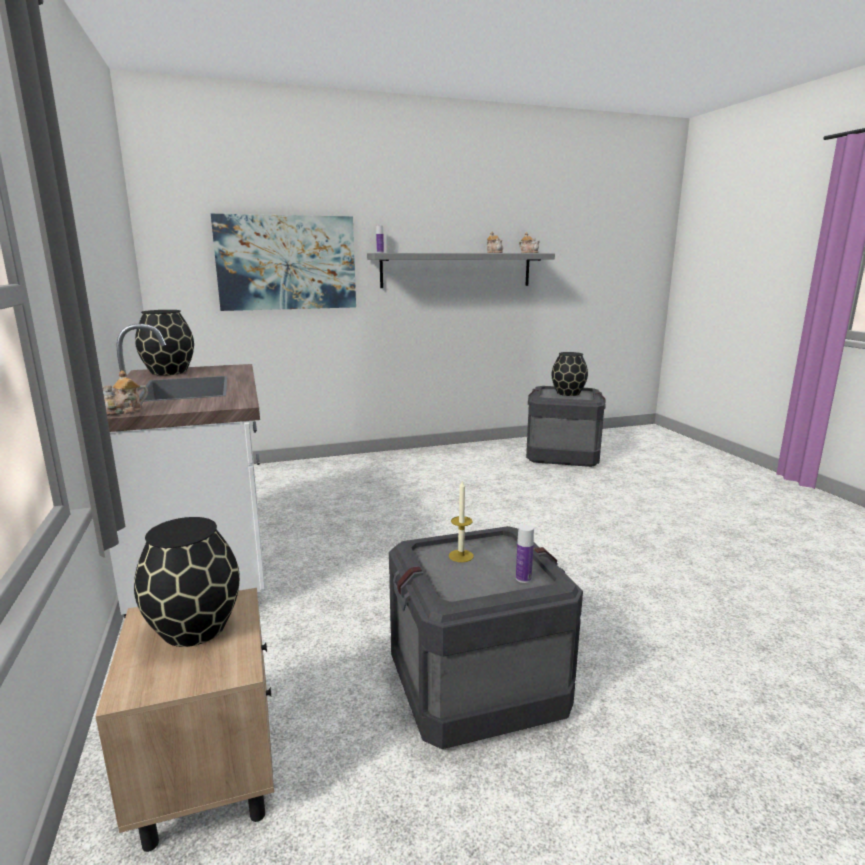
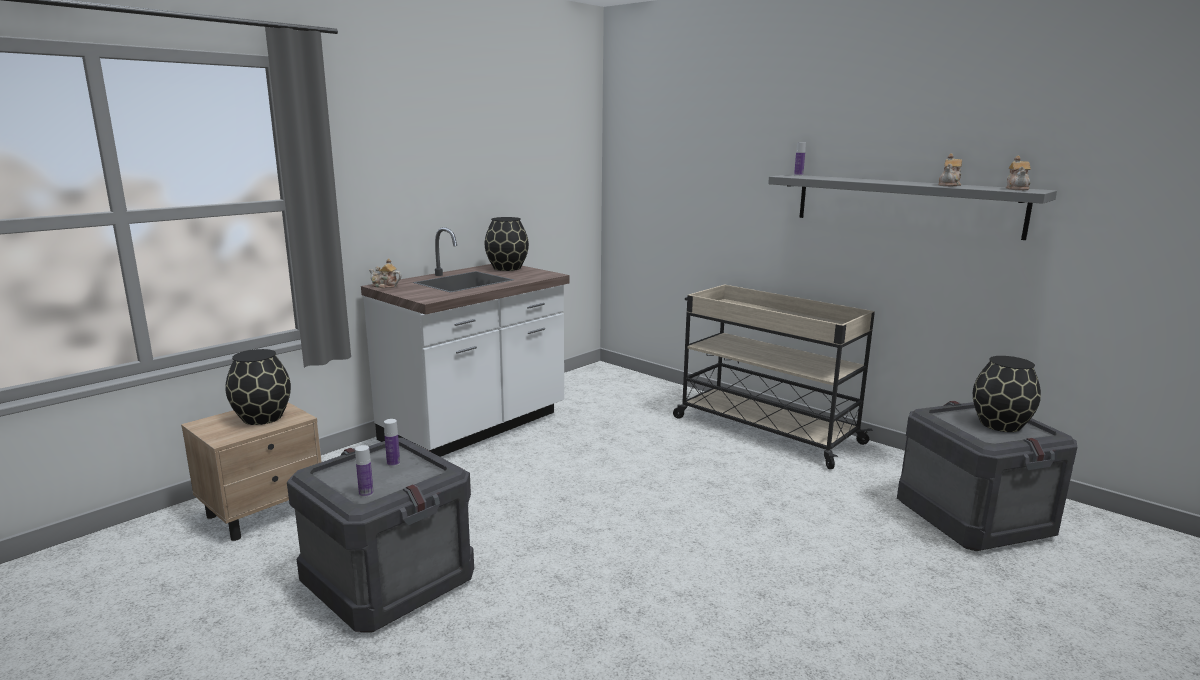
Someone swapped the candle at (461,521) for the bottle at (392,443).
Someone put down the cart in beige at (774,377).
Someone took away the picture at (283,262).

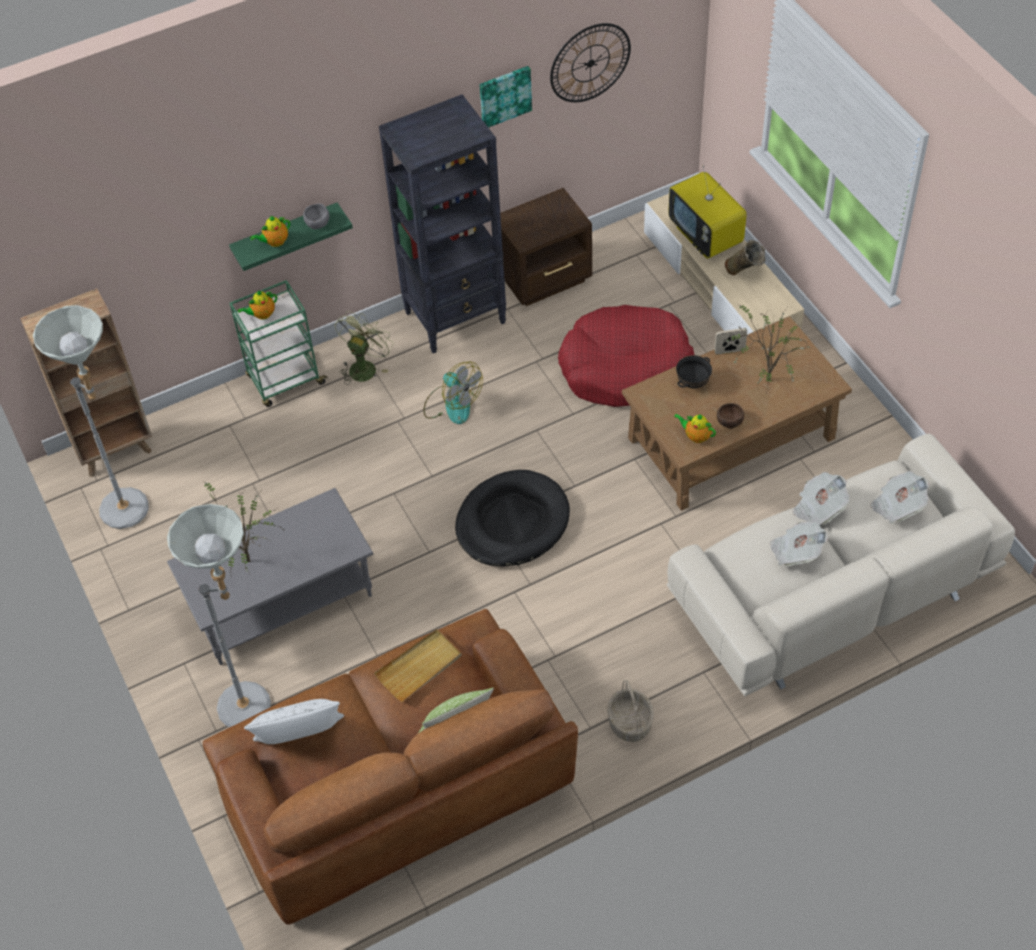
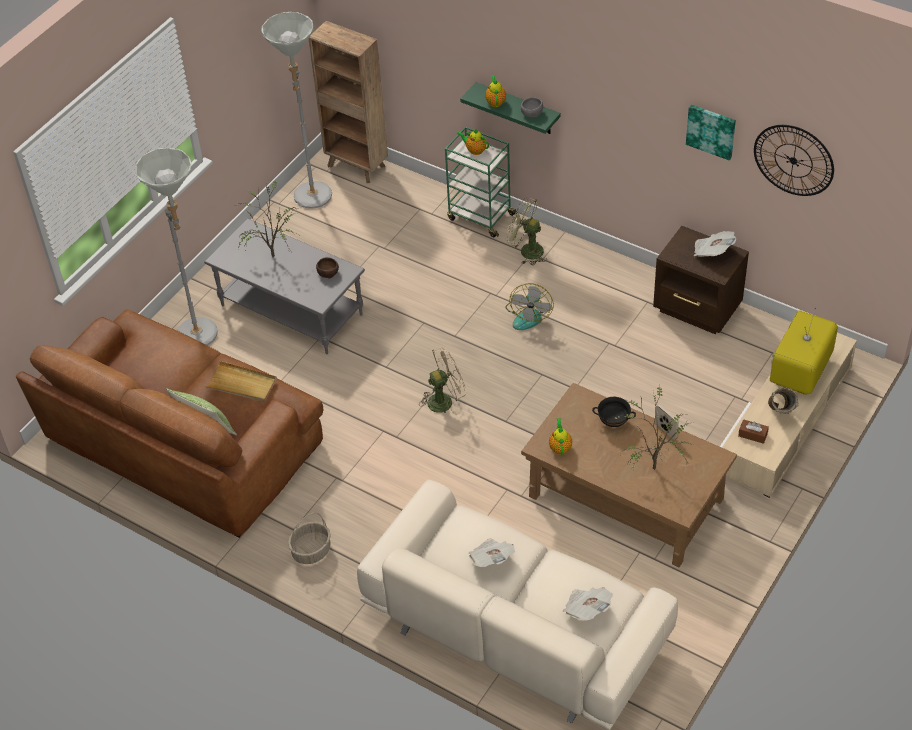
Someone carried the bowl in brown from (730,416) to (327,268).
Someone swapped the dog bed in black at (512,518) for the fan in beige at (443,381).
Someone rotated the teapot at (270,231) by 60 degrees clockwise.
Someone rotated the fan in green at (364,348) by 150 degrees counterclockwise.
Someone carried the newspaper from (821,498) to (715,244).
Someone put down the tissue box in brown at (753,431).
Someone took away the pillow in white at (294,721).
Someone took away the bookcase in black at (442,223).
Someone took away the dog bed in red at (626,356).

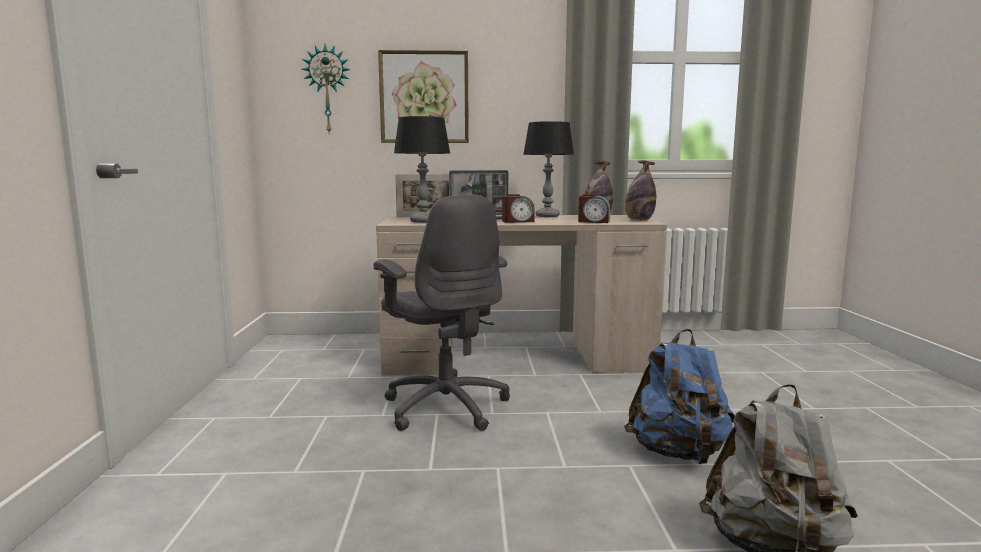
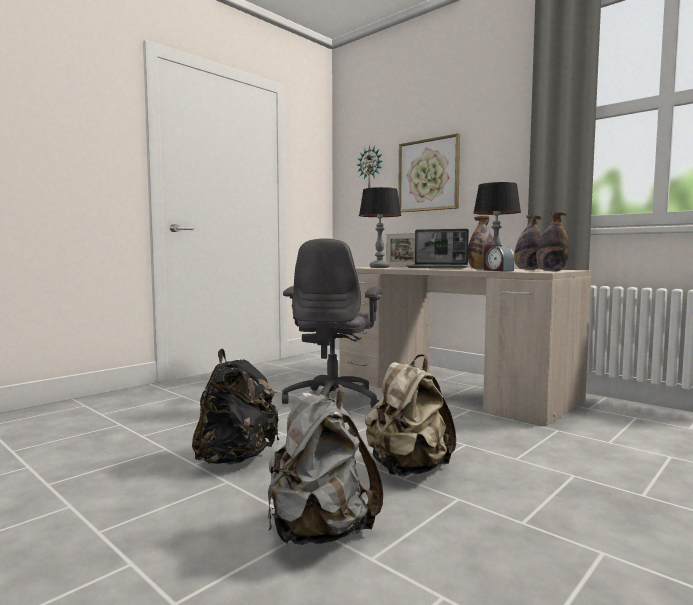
Someone put down the backpack in black at (235,407).
Someone repainted the backpack in blue at (679,396), which became the backpack in beige at (410,415).
Someone put down the bottle at (481,243).
Someone took away the alarm clock at (518,208).

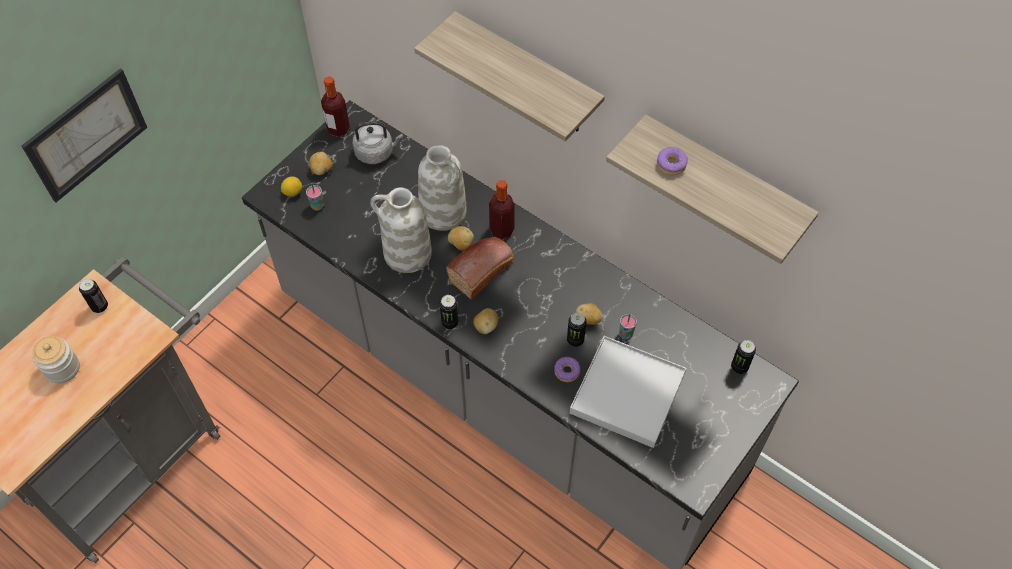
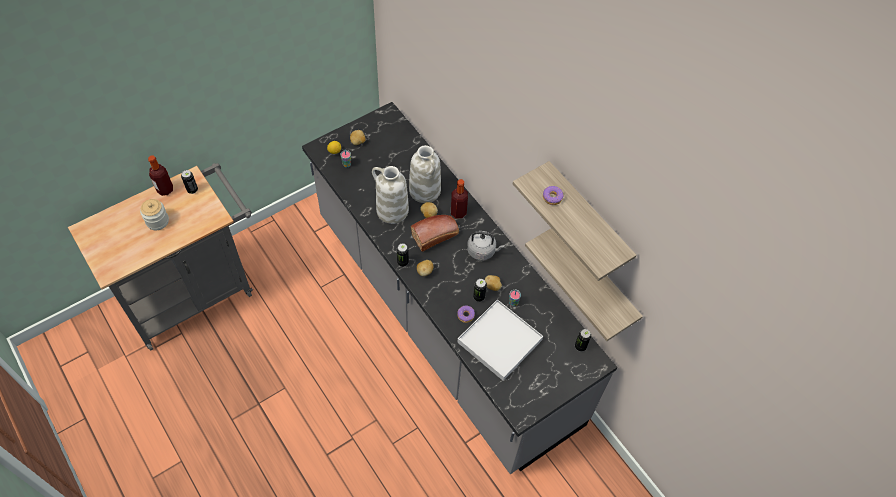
Someone carried the bottle from (335,106) to (160,175).
Someone carried the kettle in grey from (377,142) to (486,245).
Someone carried the shelf from (509,76) to (584,284).
Someone took away the picture at (84,135).

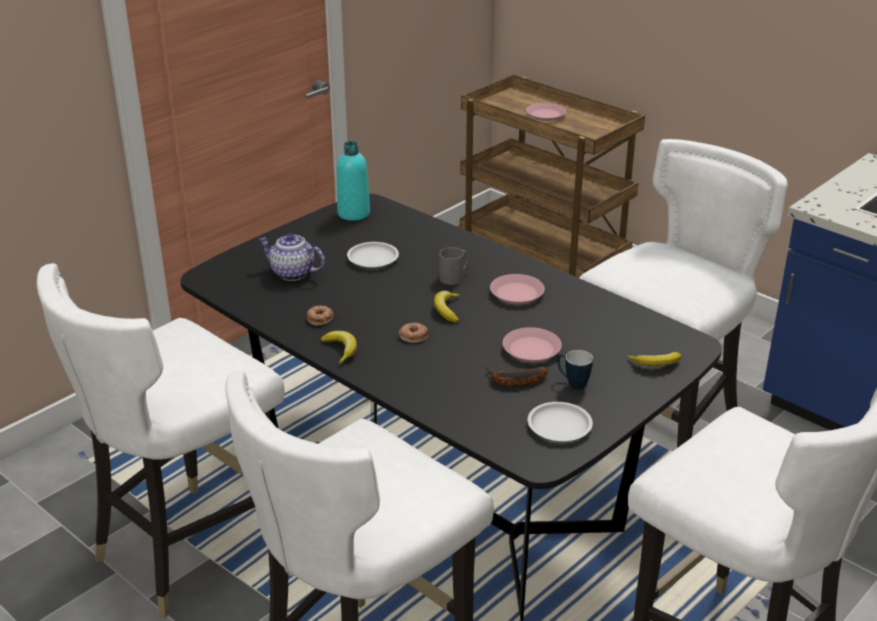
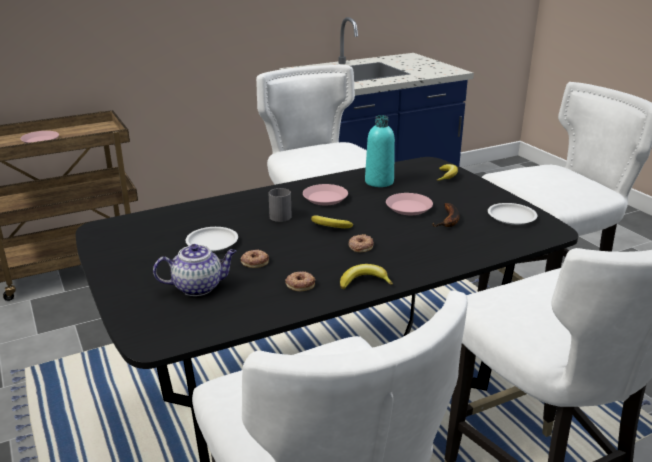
Someone rotated the teapot at (291,257) by 150 degrees counterclockwise.
Someone put down the donut at (254,258).
Someone carried the bottle in turquoise from (353,181) to (380,151).
Someone took away the mug at (575,370).

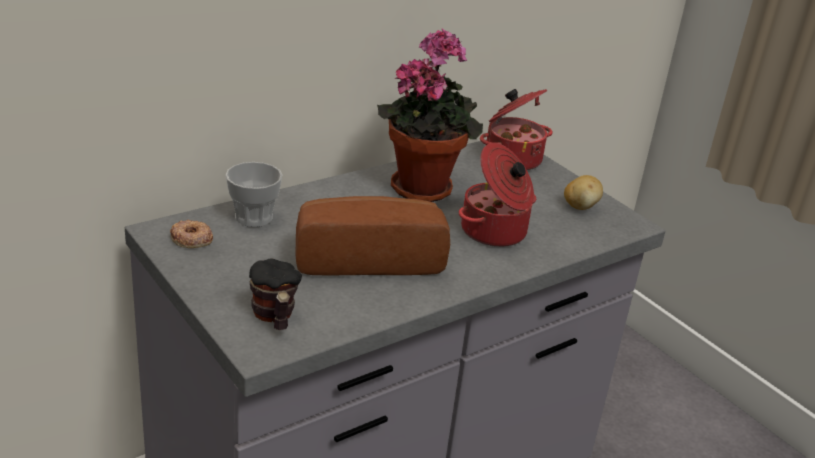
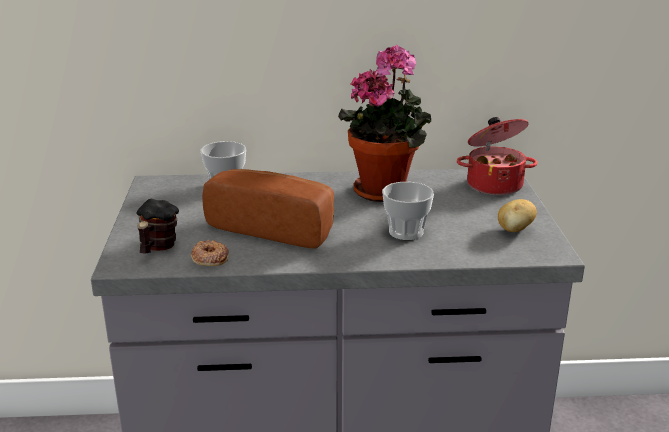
Someone carried the donut from (191,234) to (210,253).
Someone swapped the cooking pot at (497,195) for the cup at (408,211).

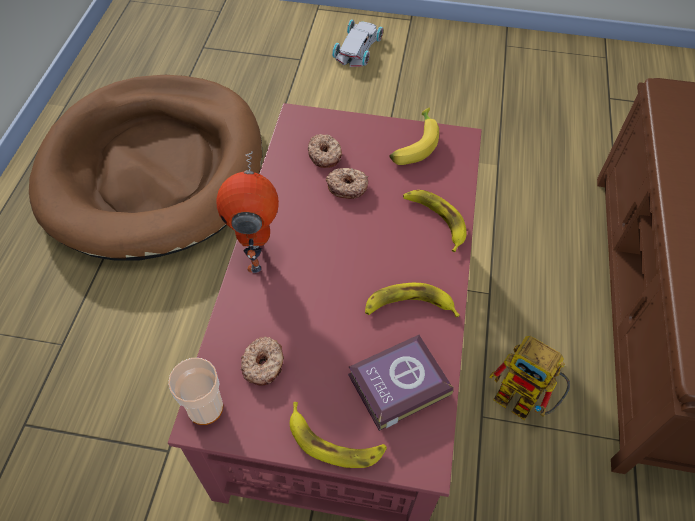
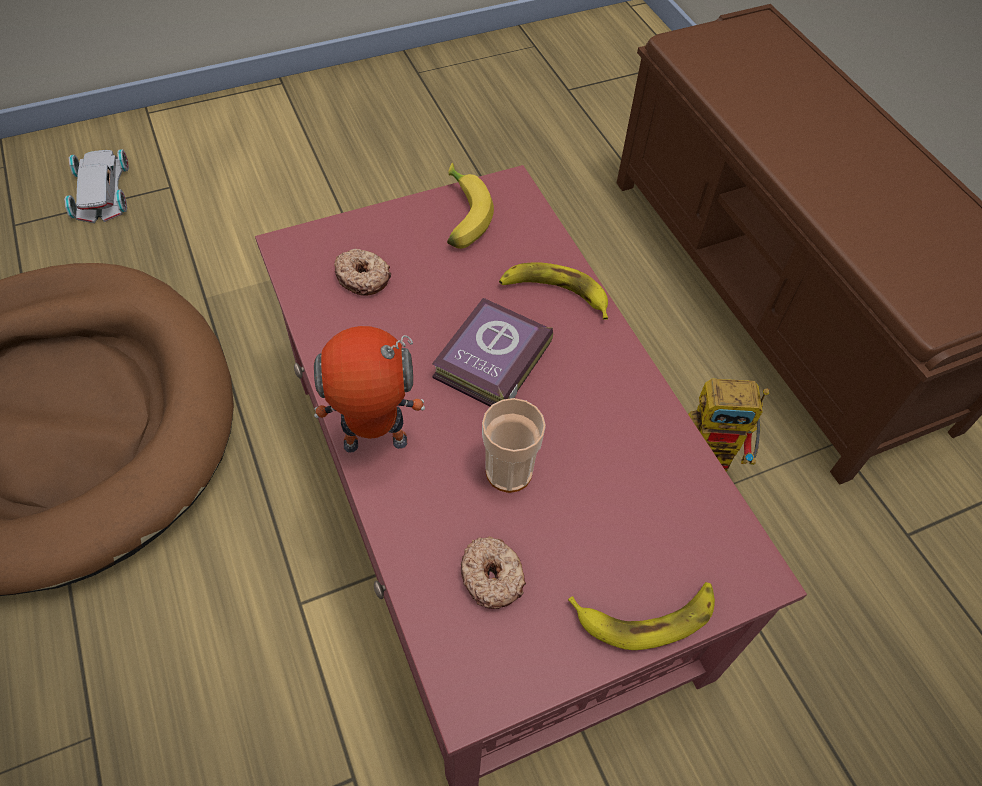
Someone carried the toy car in white from (357,43) to (96,186).
Someone rotated the toy robot at (247,212) by 120 degrees clockwise.
Someone carried the book from (400,383) to (492,352).
Someone carried the cup from (195,391) to (514,445).
Someone took away the donut at (347,183).
Someone took away the banana at (412,300).

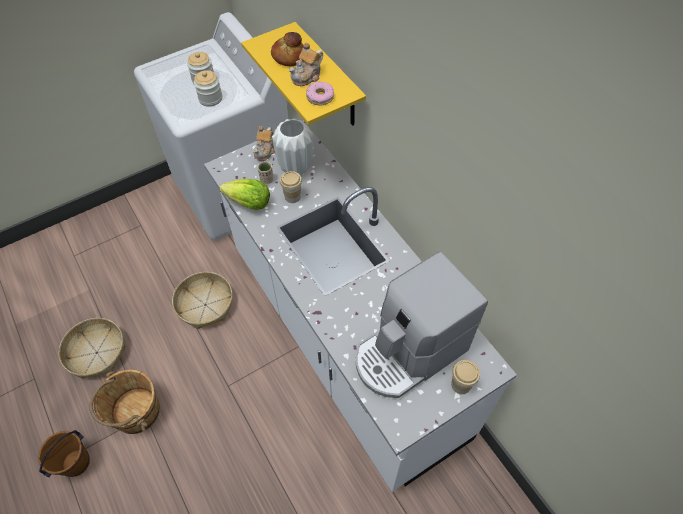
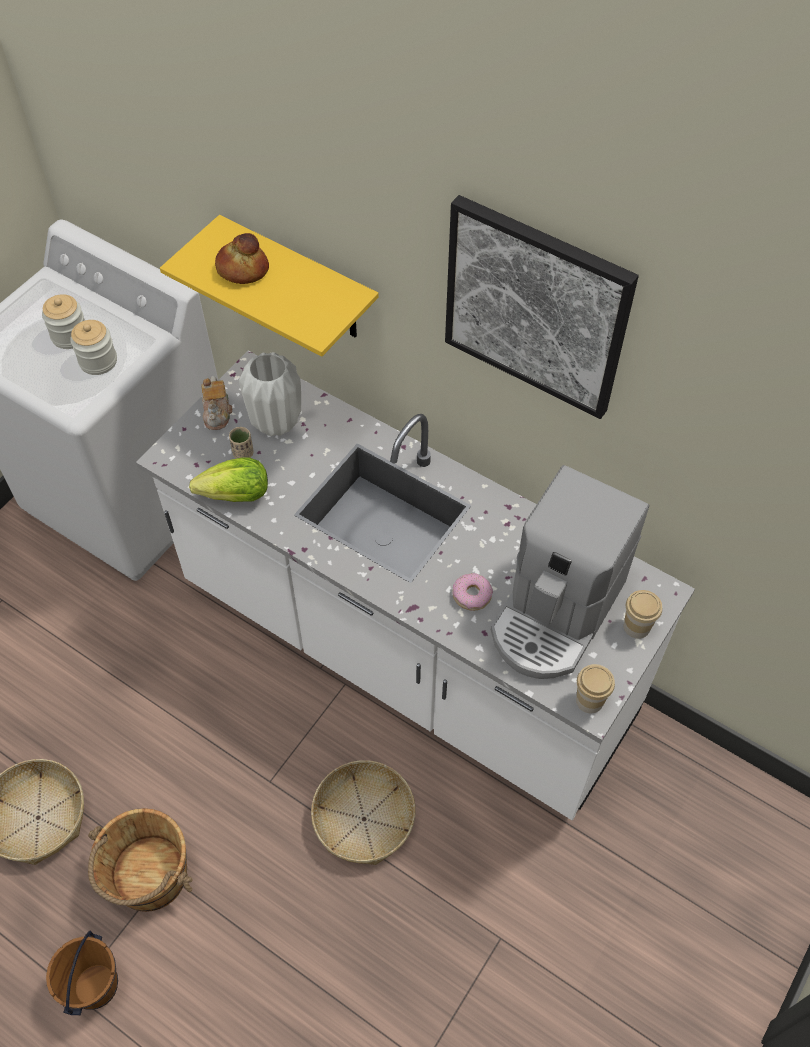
Someone carried the basket from (202,300) to (363,812).
Someone put up the picture at (542,307).
Someone carried the donut from (320,93) to (473,592).
Someone carried the cup from (291,187) to (595,688).
Someone took away the teapot at (305,64).

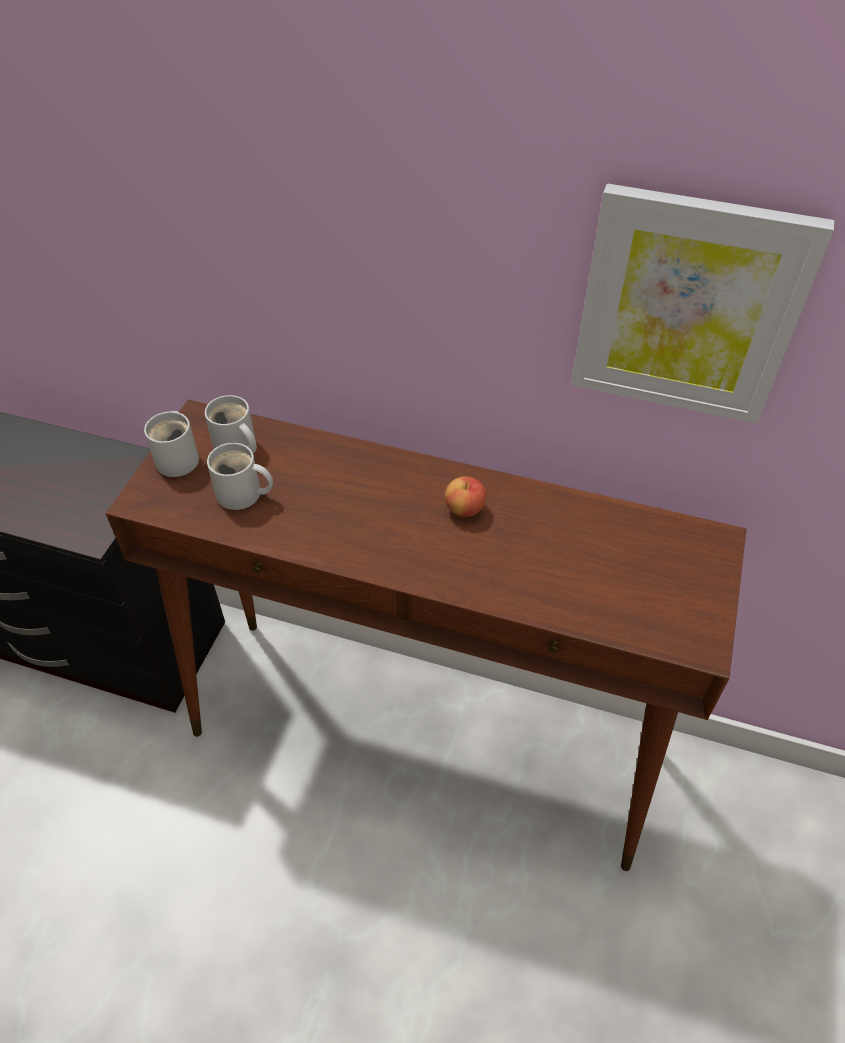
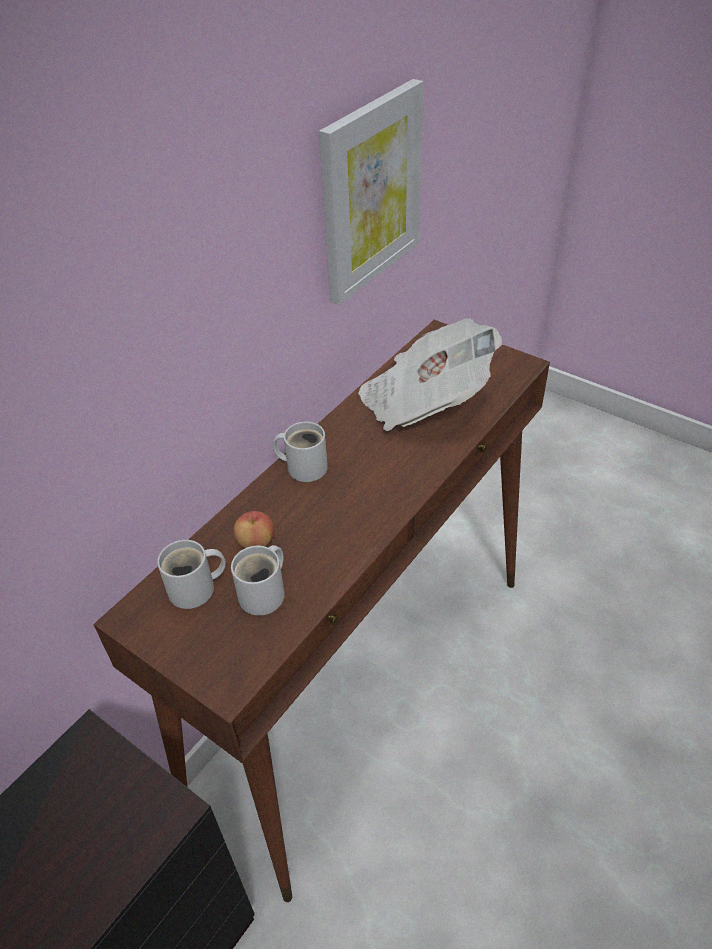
Someone carried the apple from (466,496) to (254,529).
Someone carried the mug in white from (171,444) to (300,452).
Someone put down the newspaper at (430,374).

